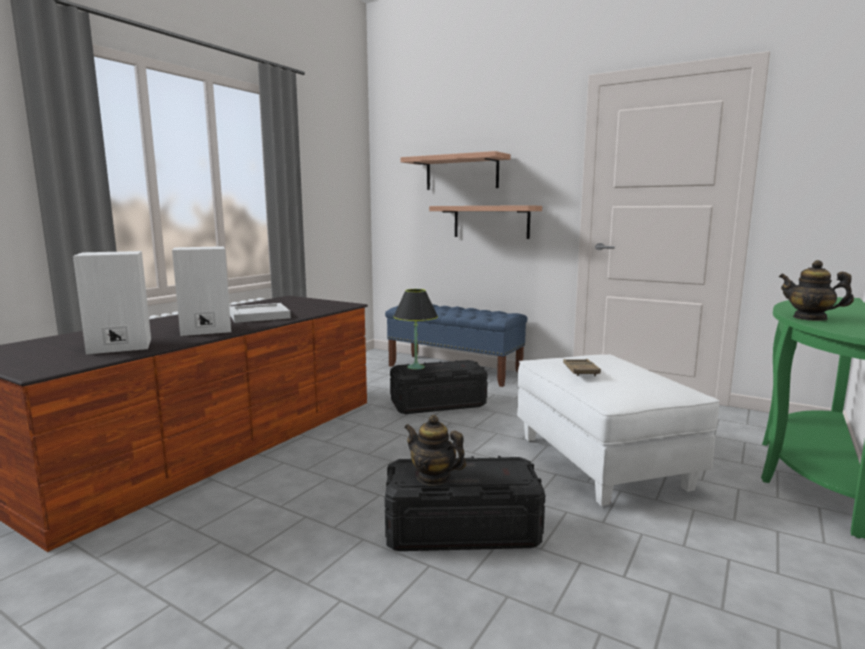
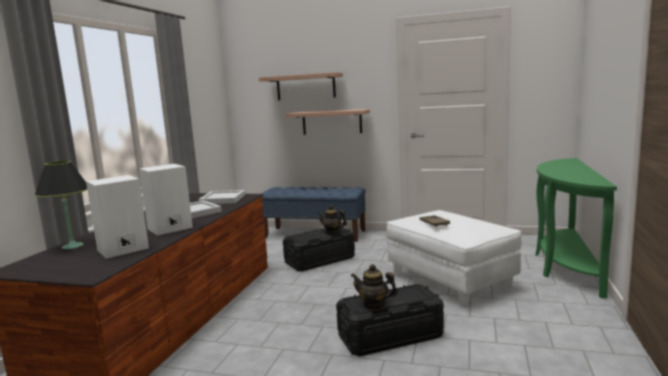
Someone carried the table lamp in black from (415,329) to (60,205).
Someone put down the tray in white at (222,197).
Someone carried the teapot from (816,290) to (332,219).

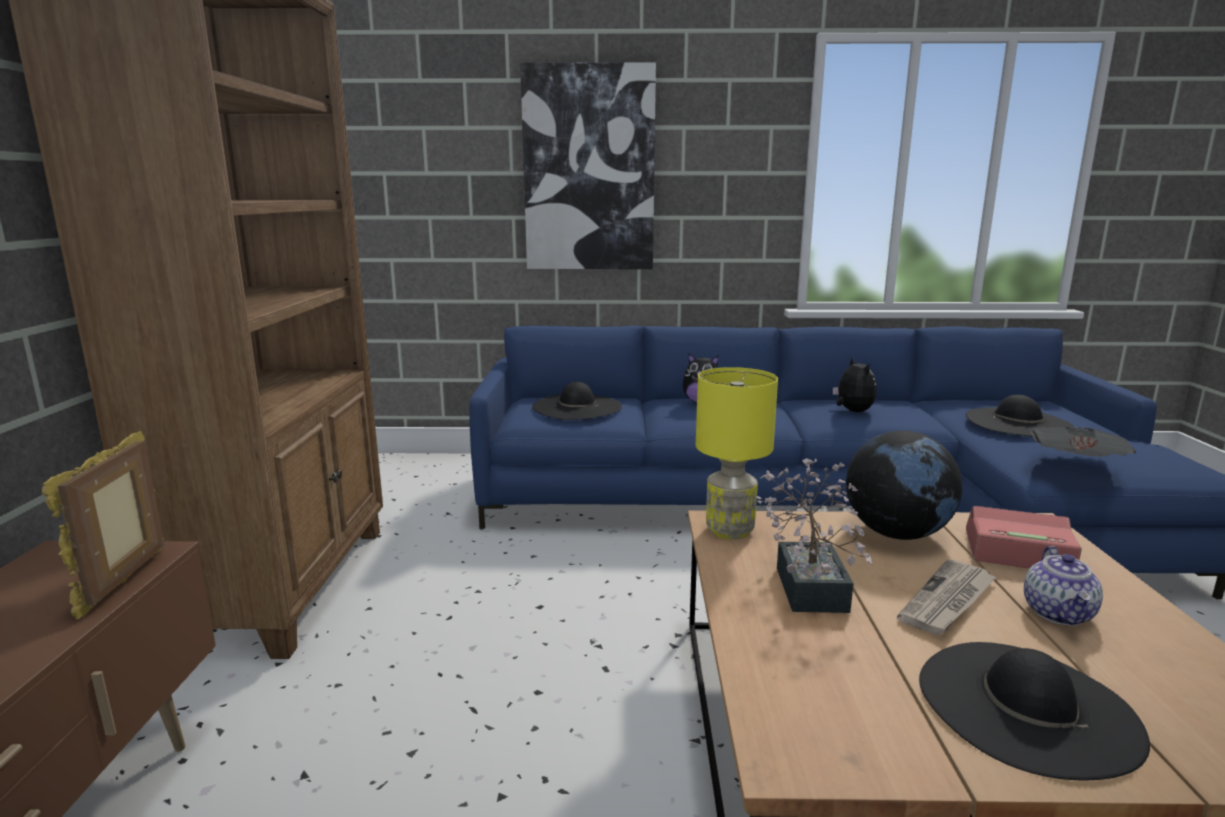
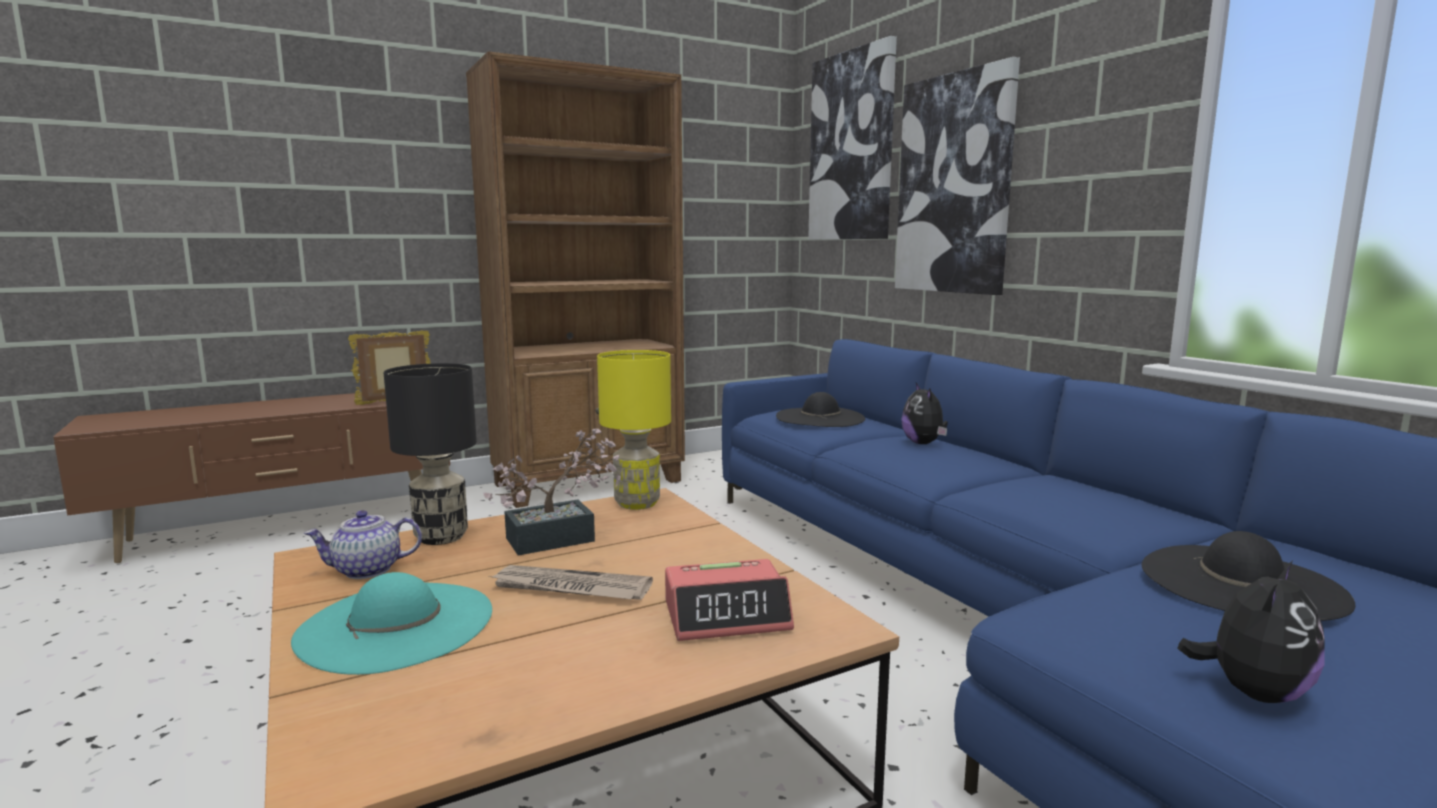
Someone repainted the hat in black at (1034,711), which became the hat in turquoise at (391,623).
Someone carried the teapot from (1063,585) to (363,544).
Someone put down the table lamp in black at (430,454).
Someone rotated the alarm clock at (1024,537) by 90 degrees clockwise.
Someone put up the picture at (852,138).
Someone carried the plush toy from (855,384) to (1251,632).
Someone took away the globe at (904,485).
Someone took away the newspaper at (1082,442).

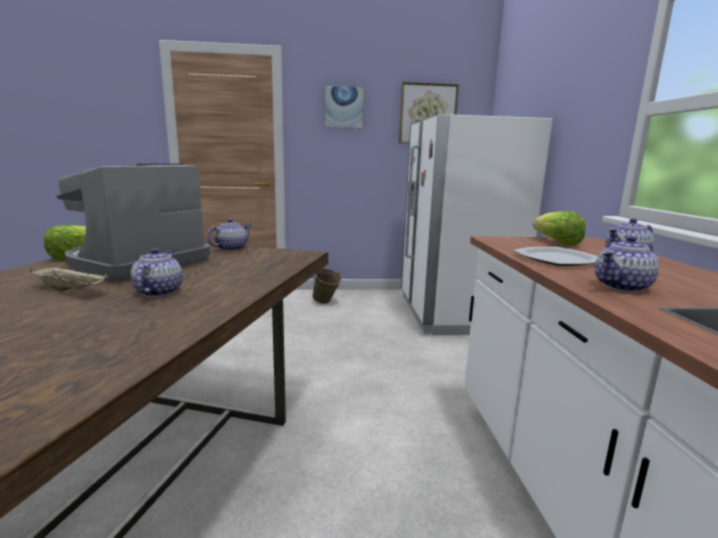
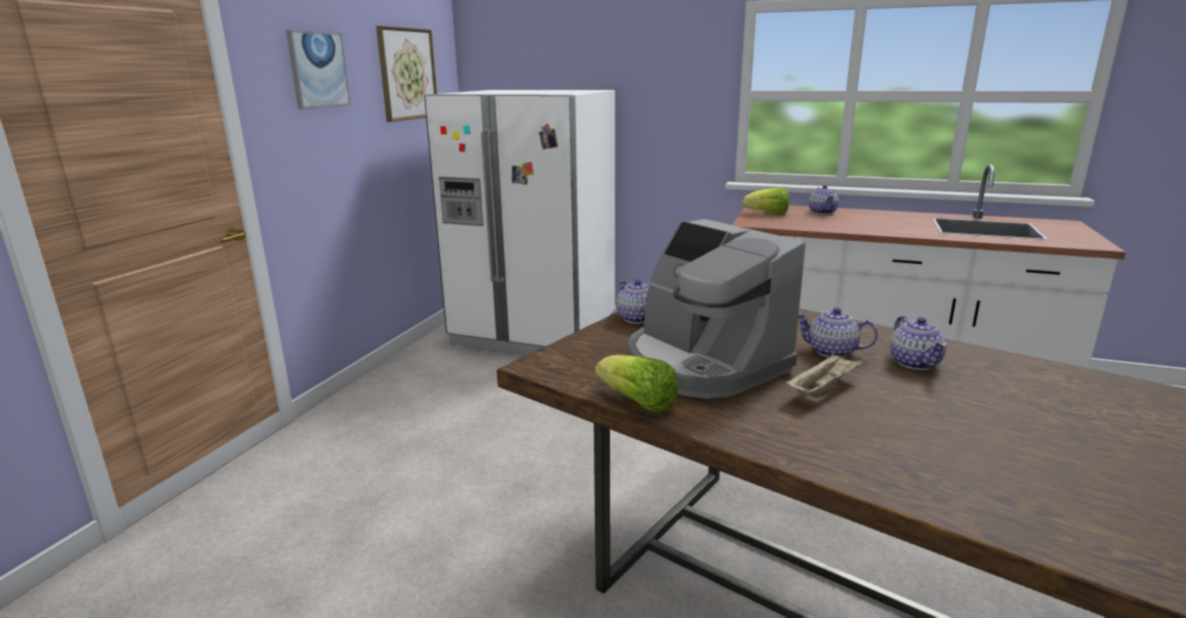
Someone carried the teapot from (627,264) to (918,343).
Someone took away the bucket in green at (327,286).
Someone took away the plate at (555,256).

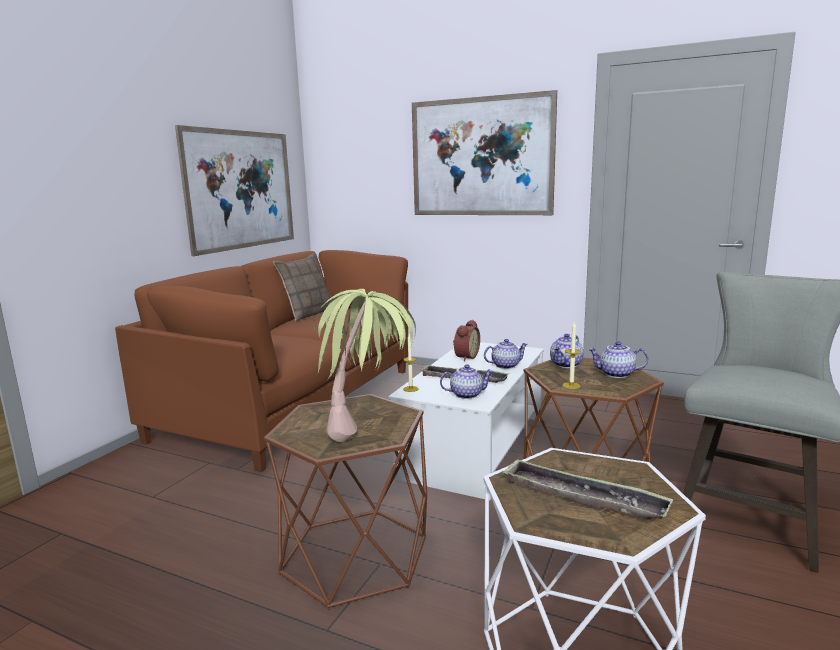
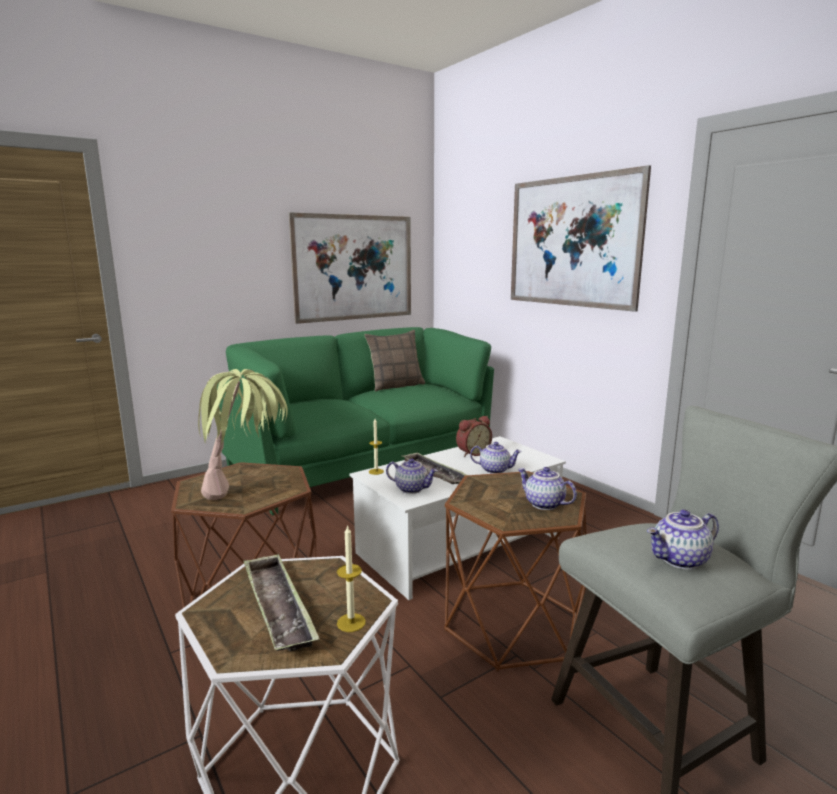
Someone repainted the sofa in brown at (261,361), which became the sofa in green at (355,421).
Someone carried the candle from (572,355) to (351,578).
Someone carried the teapot from (567,351) to (683,539).

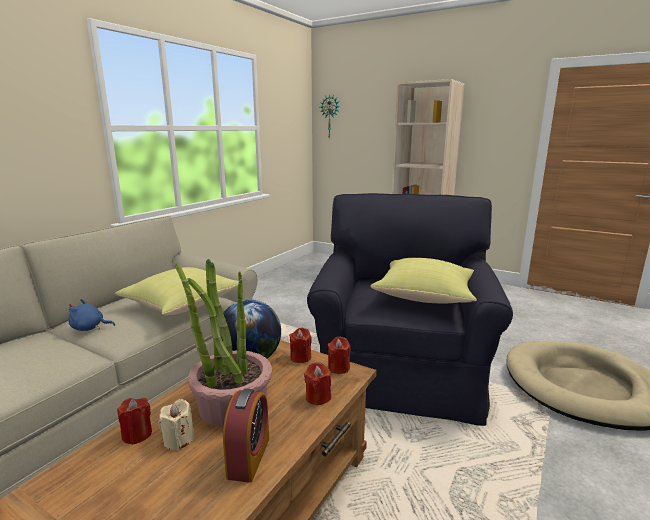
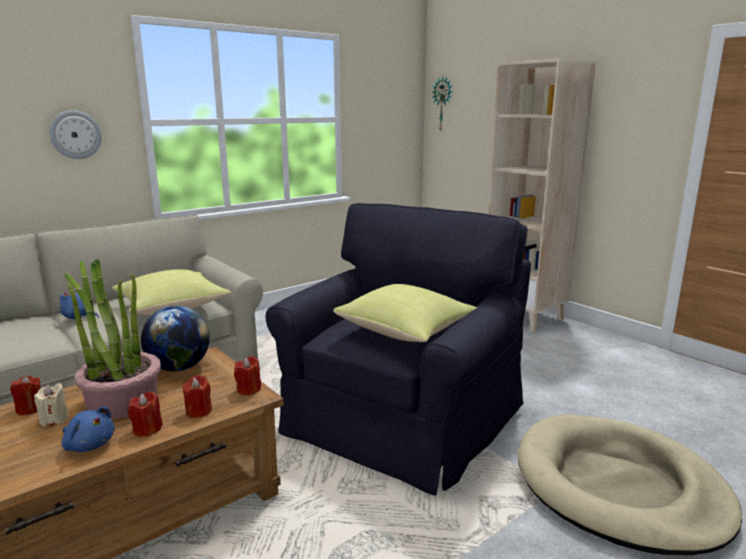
Someone put up the wall clock at (75,134).
Someone swapped the alarm clock at (246,435) for the plush toy in blue at (88,429).
Someone carried the candle in red from (300,345) to (145,414).

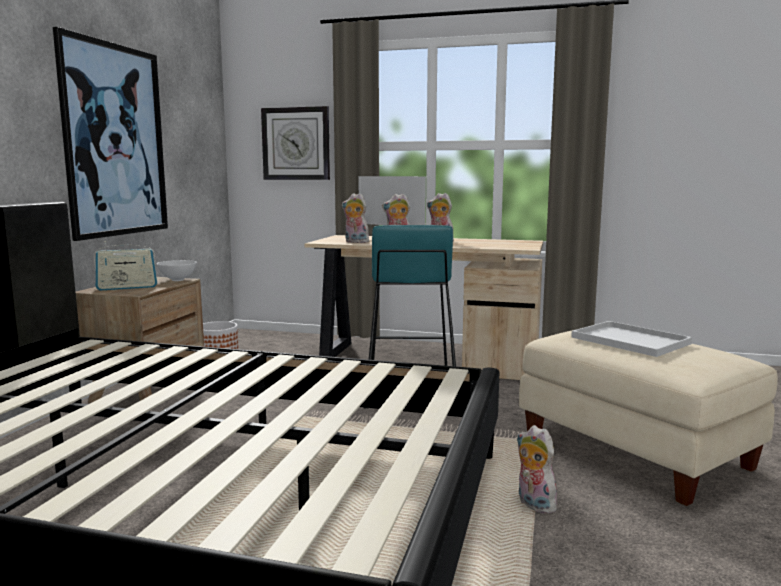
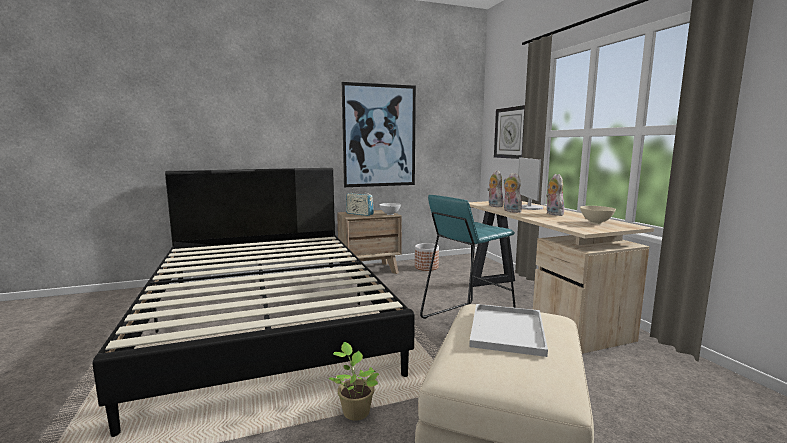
Someone swapped the plush toy at (539,469) for the potted plant at (354,381).
Someone put down the bowl in beige at (598,215).

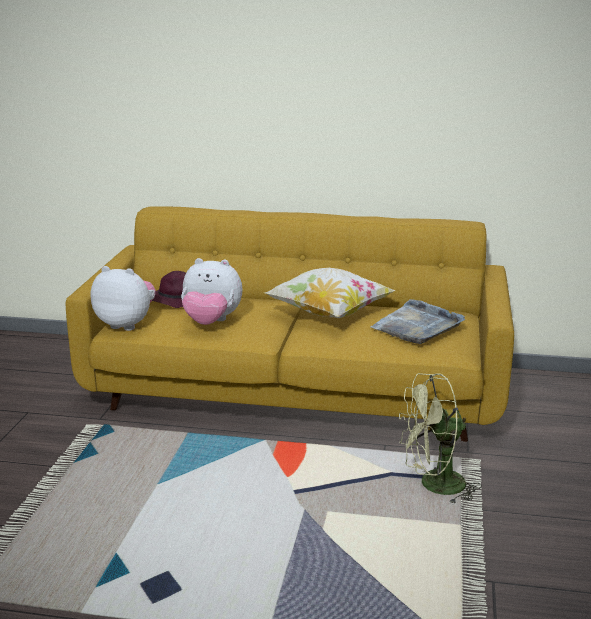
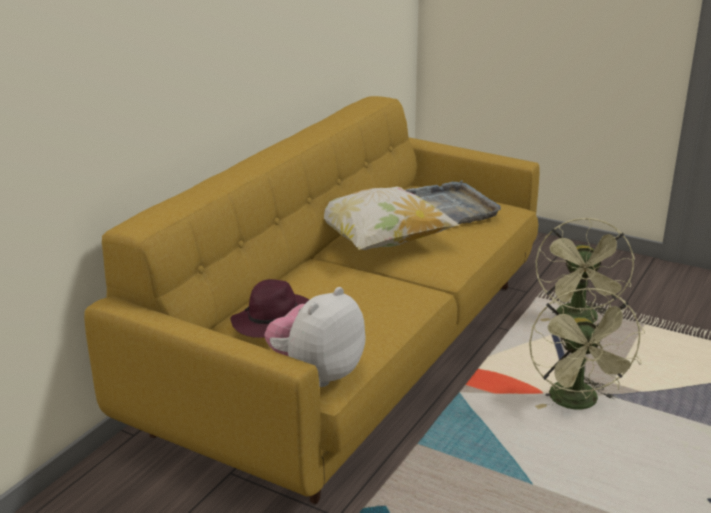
Someone put down the fan in green at (587,348).
Someone took away the plush toy at (212,291).

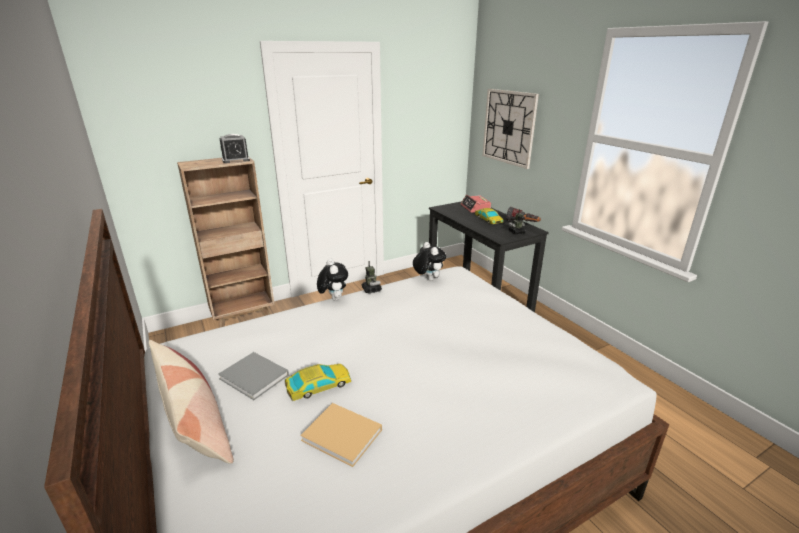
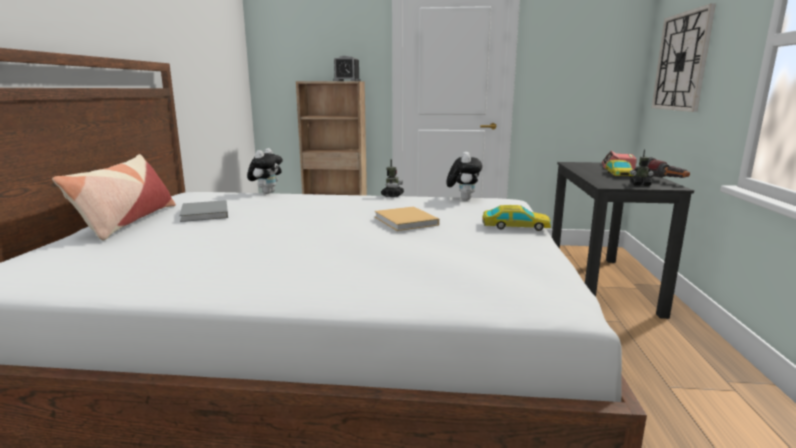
Someone carried the plush toy from (332,280) to (265,171).
Someone carried the book in beige from (341,435) to (406,218).
Someone carried the toy car from (318,382) to (516,218).

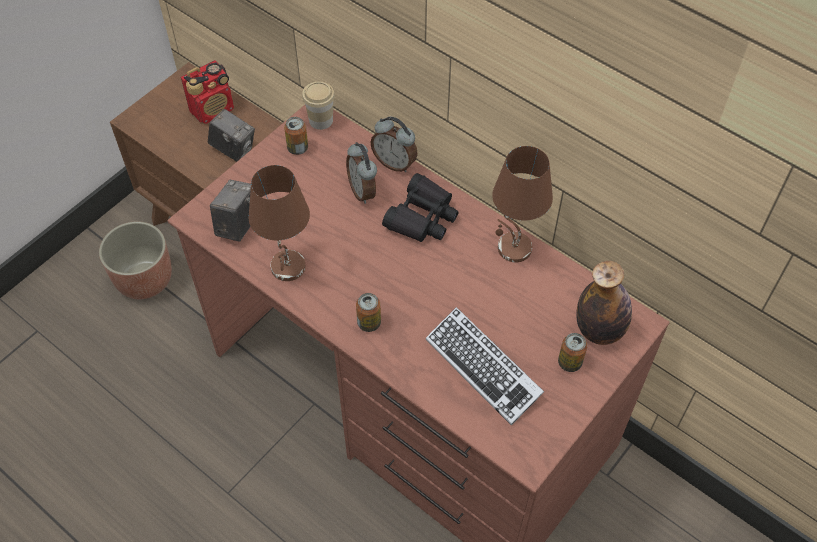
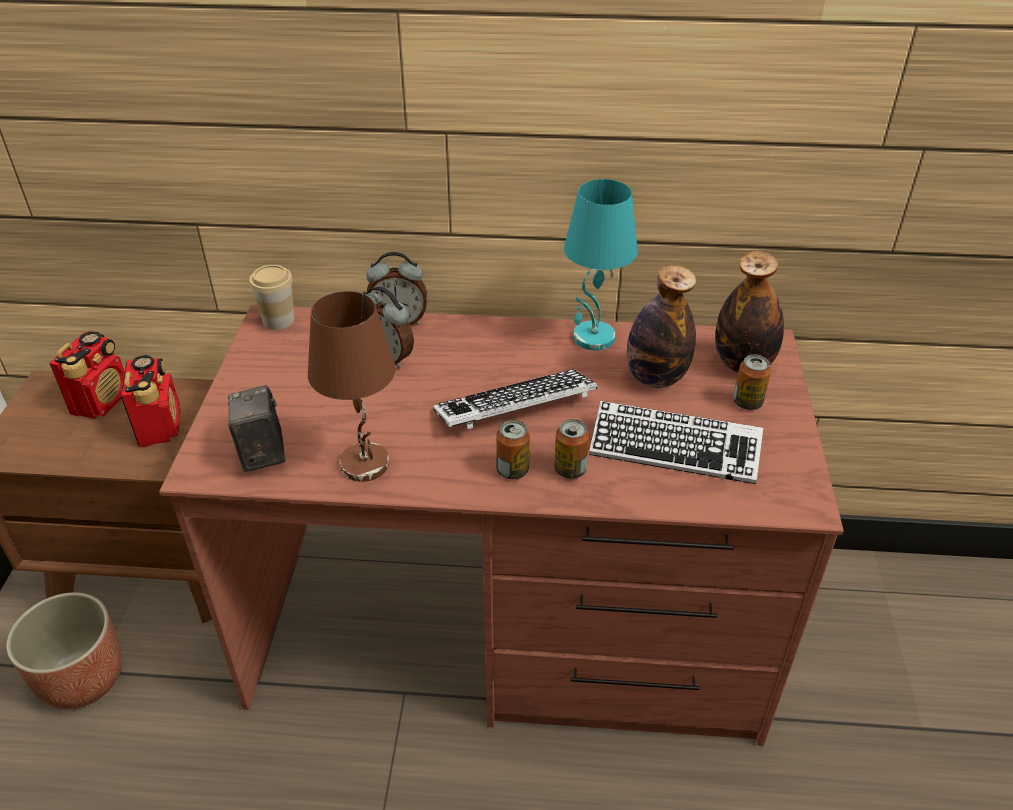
Someone swapped the photo camera at (231,135) for the radio at (150,401).
Someone put down the keyboard at (515,399).
Someone carried the can from (296,136) to (572,449).
Someone repainted the table lamp in brown at (522,204), which became the table lamp in turquoise at (601,264).
Someone put down the bottle at (661,326).
Someone took away the binoculars in black at (420,207).

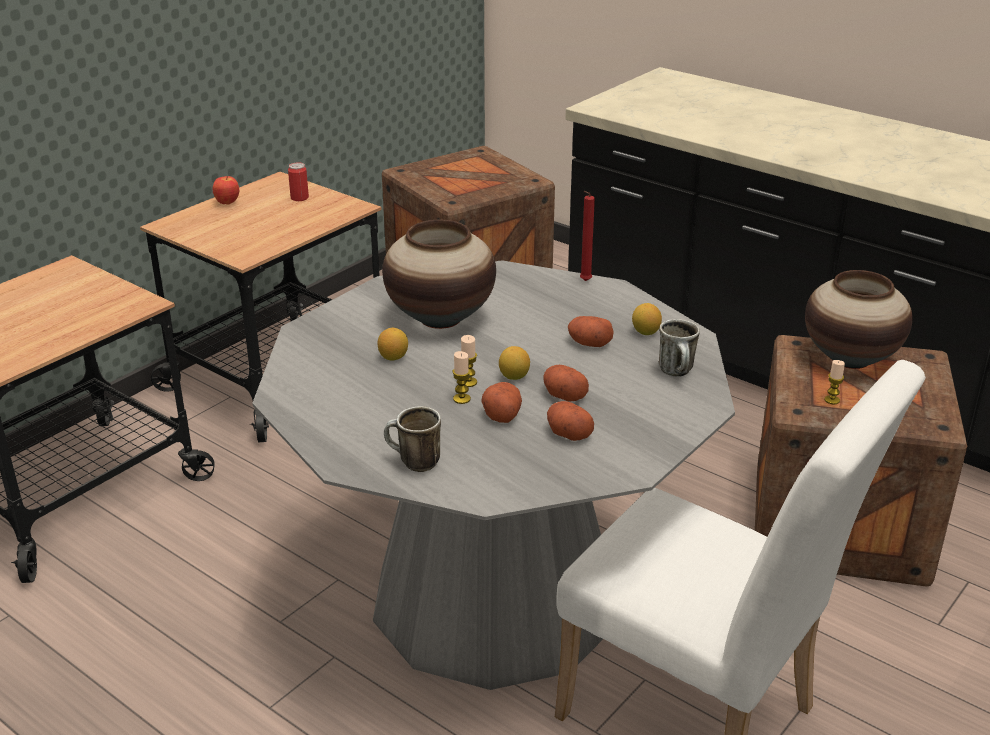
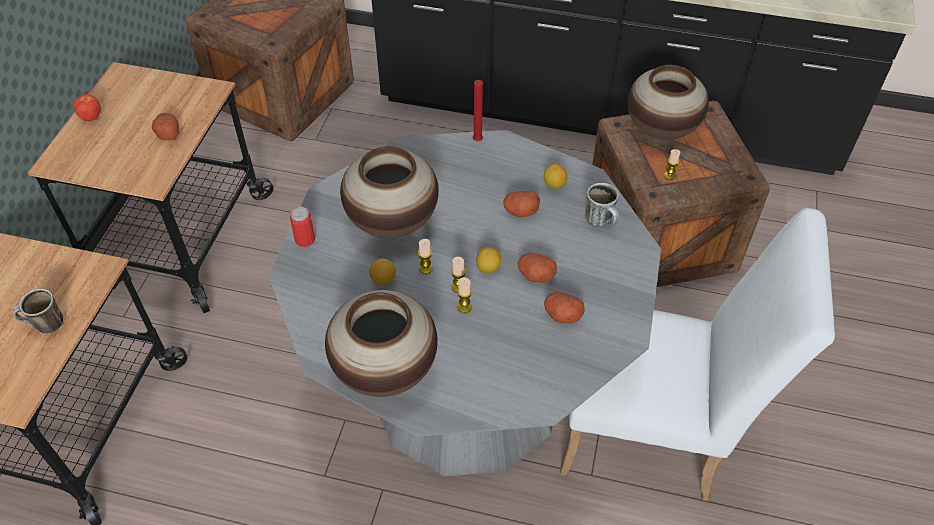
Someone carried the mug from (412,439) to (38,311).
Someone carried the potato from (501,402) to (165,126).
Someone carried the can from (298,181) to (302,227).
Someone put down the vase at (381,343).
Someone put down the candle at (425,256).

